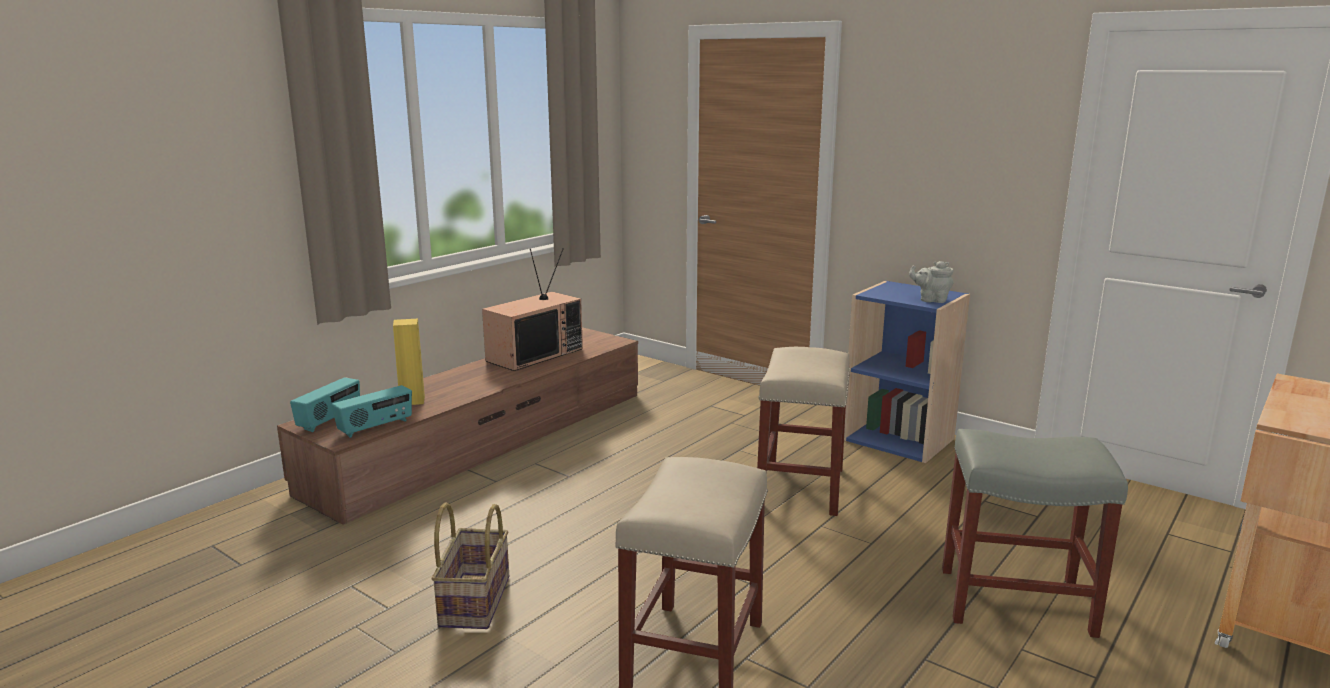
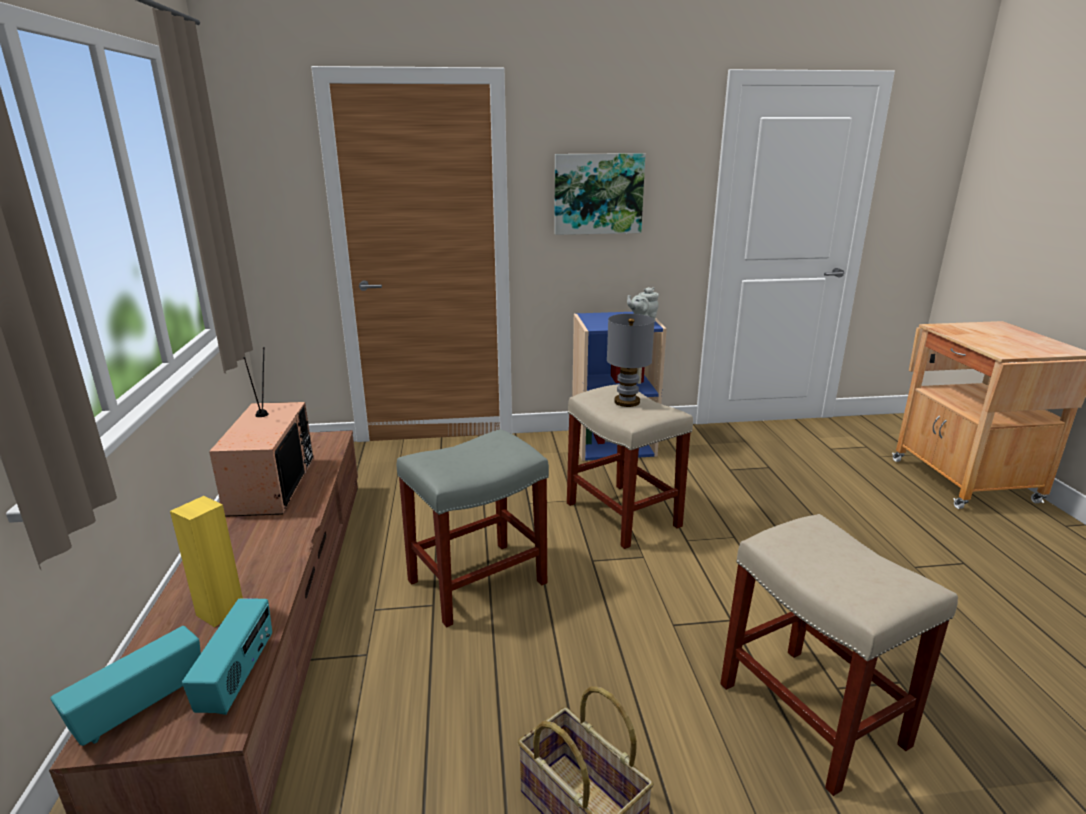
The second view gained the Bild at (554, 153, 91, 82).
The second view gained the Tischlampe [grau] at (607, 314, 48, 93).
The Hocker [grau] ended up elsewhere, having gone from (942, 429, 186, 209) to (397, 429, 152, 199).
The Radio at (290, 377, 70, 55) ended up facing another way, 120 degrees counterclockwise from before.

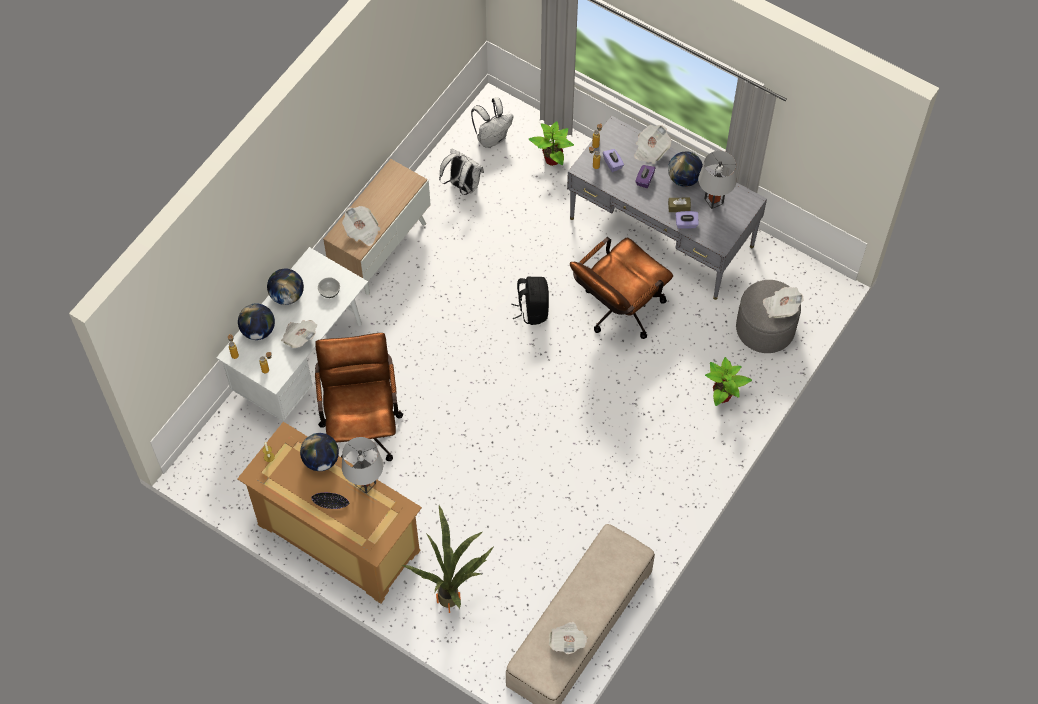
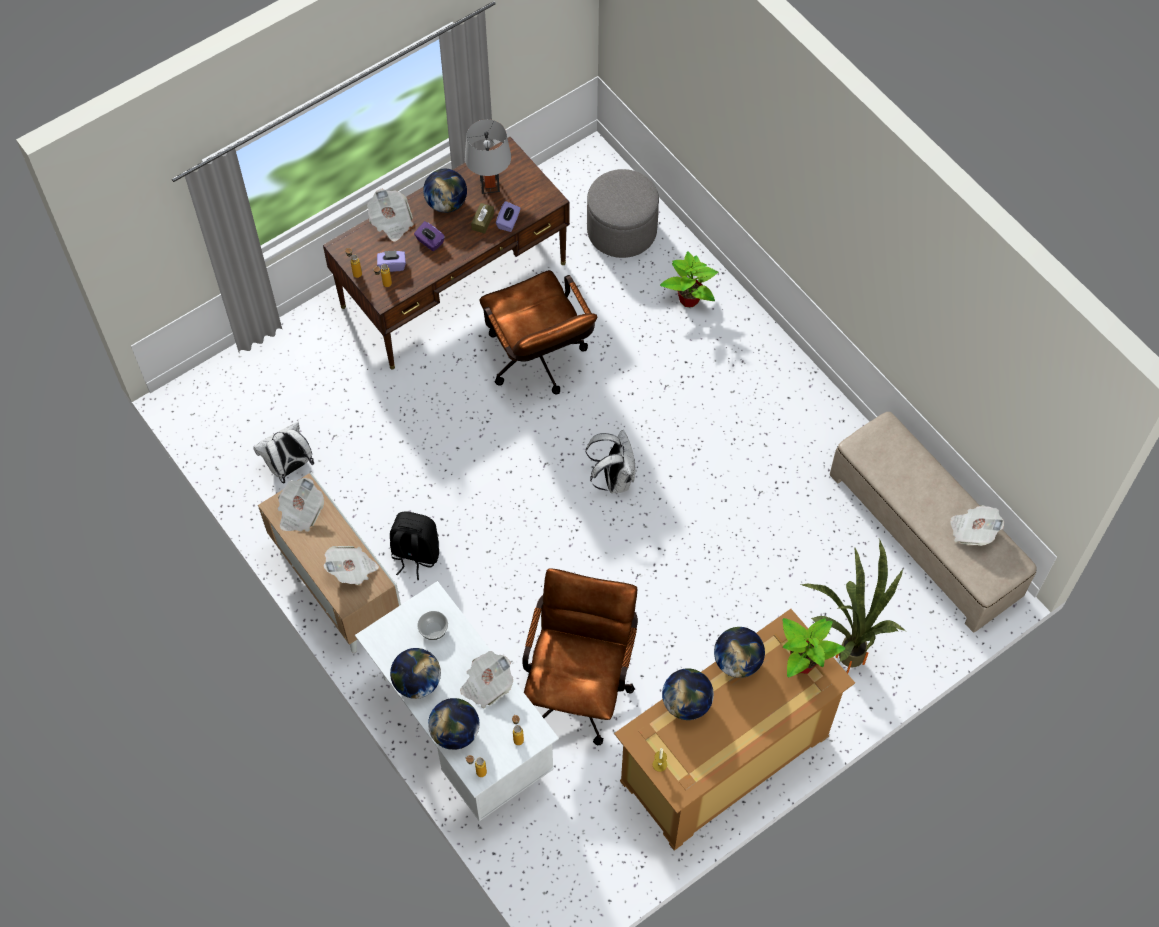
The second view lost the Schüssel [schwarz] at (311, 493, 39, 16).
The Rucksack [weiß] ended up elsewhere, having gone from (471, 97, 42, 51) to (586, 430, 49, 63).
The Rucksack [schwarz] ended up elsewhere, having gone from (511, 277, 38, 48) to (390, 511, 49, 69).
The Topfpflanze ended up elsewhere, having gone from (529, 121, 45, 45) to (783, 618, 62, 59).
The Zeitung ended up elsewhere, having gone from (763, 287, 41, 31) to (278, 478, 46, 54).
Where the Tischlampe [grau] stood at (342, 437, 41, 57), the Globus came to stand at (714, 627, 51, 51).
What was the Schreibtisch [grau] at (567, 116, 200, 184) turned into the Schreibtisch [braun] at (323, 137, 247, 233).
The Bürostuhl [braun] at (315, 333, 88, 128) ended up facing another way, 90 degrees clockwise from before.

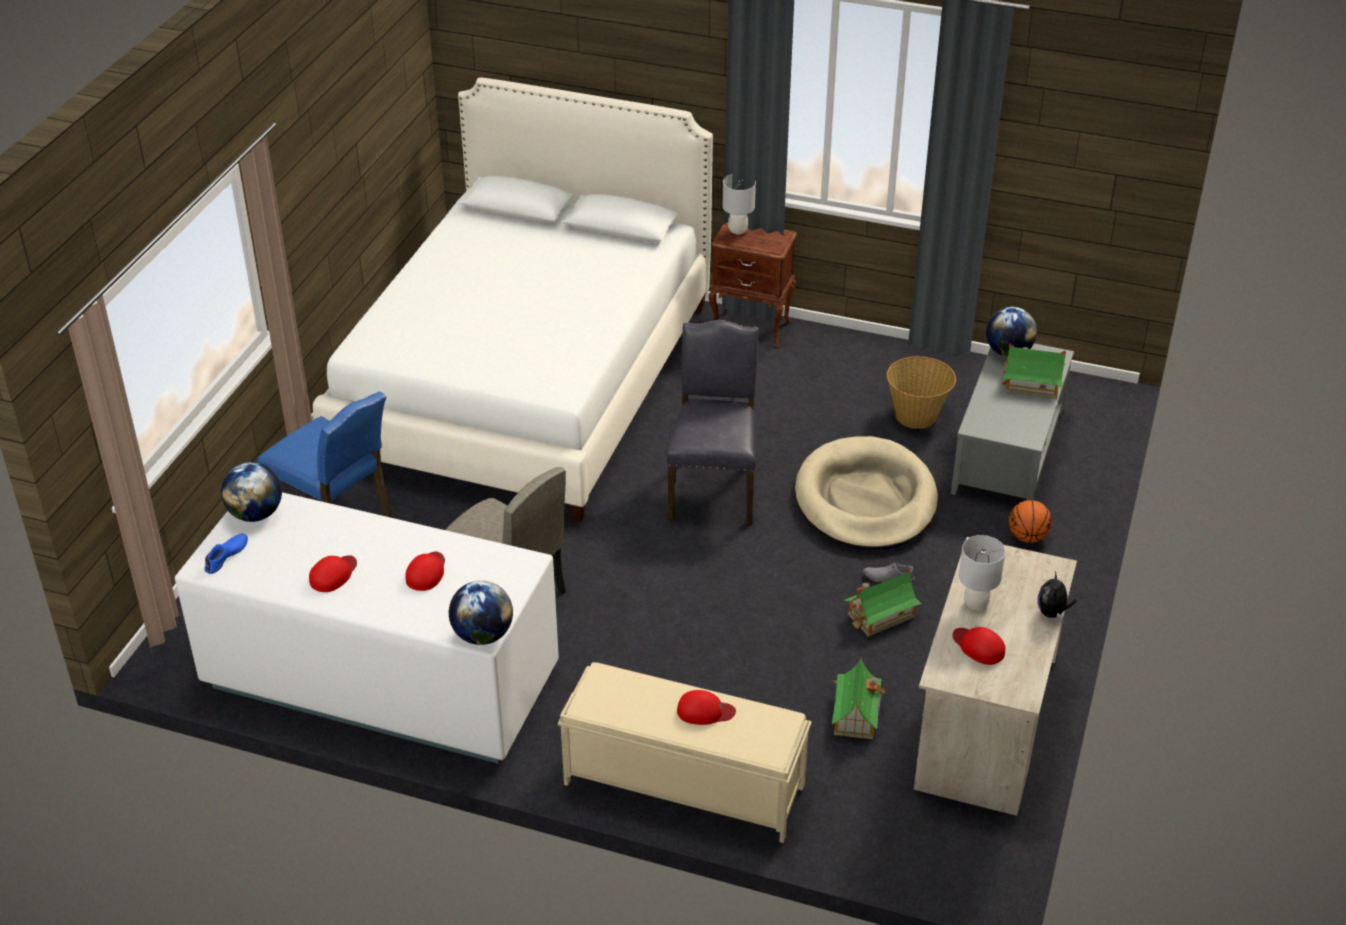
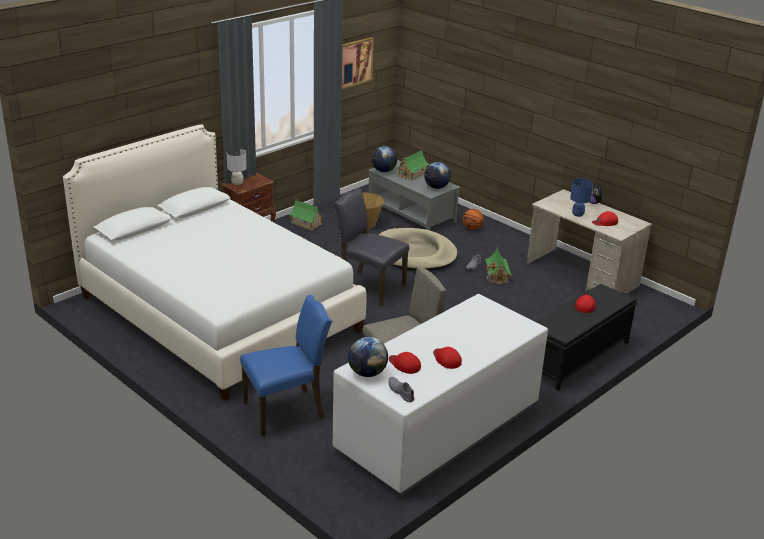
The second view gained the Bild at (342, 37, 32, 52).
The Kappe [rot] ended up elsewhere, having gone from (405, 551, 40, 40) to (389, 352, 32, 22).
The Globus ended up elsewhere, having gone from (449, 581, 64, 64) to (424, 162, 27, 27).
The Spielzeughaus ended up elsewhere, having gone from (832, 655, 53, 84) to (289, 198, 36, 33).
What was the Schuh [blau] at (204, 534, 44, 40) turned into the Schuh [grau] at (388, 377, 26, 25).
What was the Bank [beige] at (558, 662, 254, 181) turned into the Bank [schwarz] at (537, 284, 101, 107).
What was the Tischlampe [grau] at (959, 535, 46, 75) turned into the Tischlampe [blau] at (570, 179, 23, 38).

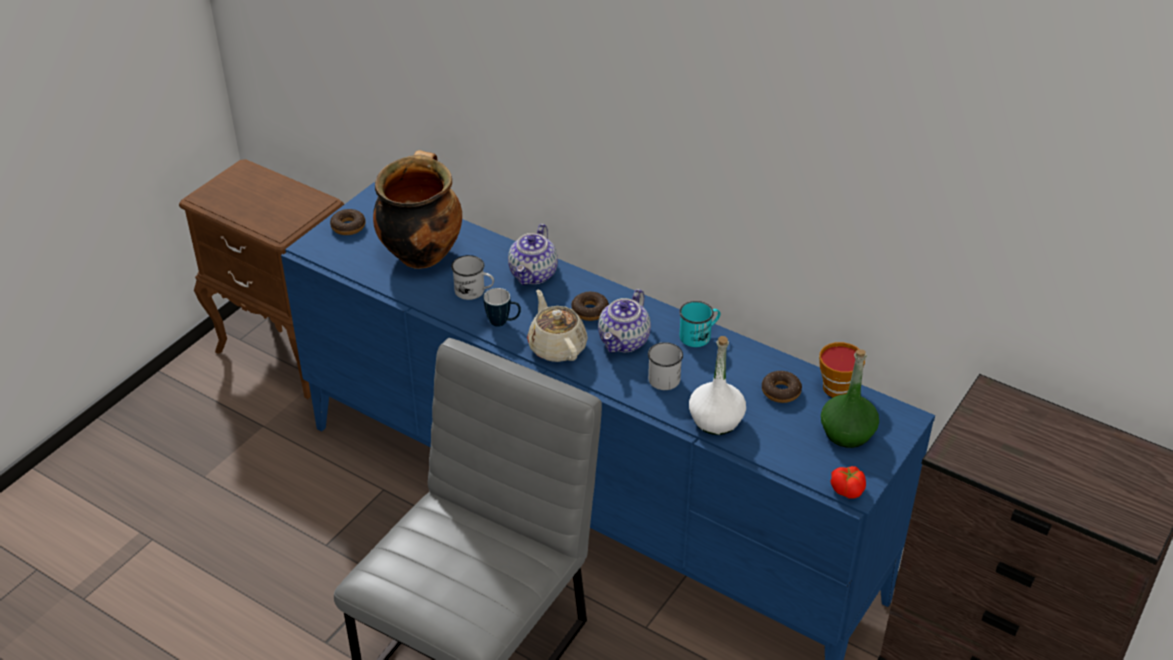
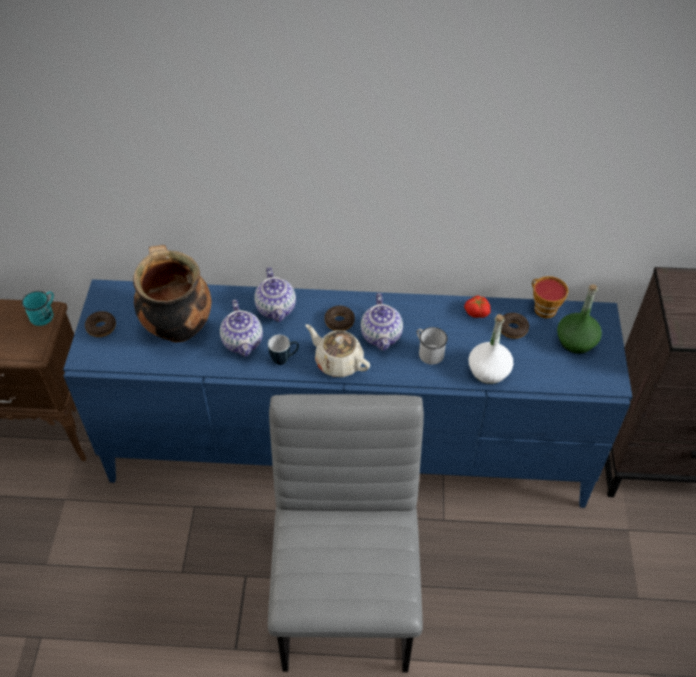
The Henkelbecher [türkis] ended up elsewhere, having gone from (679, 301, 41, 46) to (22, 291, 32, 35).
The Tomate ended up elsewhere, having gone from (831, 466, 35, 33) to (464, 295, 27, 23).
Where the Henkelbecher [weiß] stood at (451, 255, 43, 45), the Teekanne came to stand at (220, 300, 43, 57).

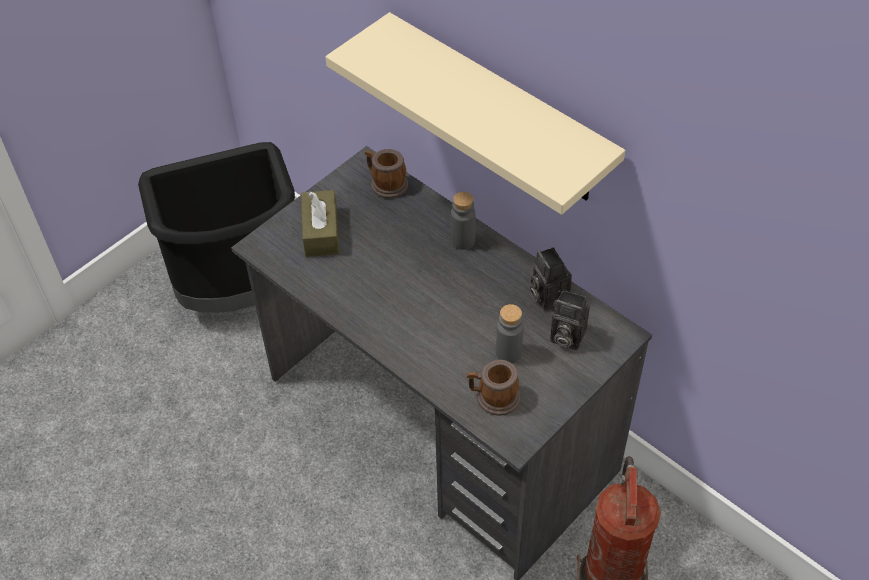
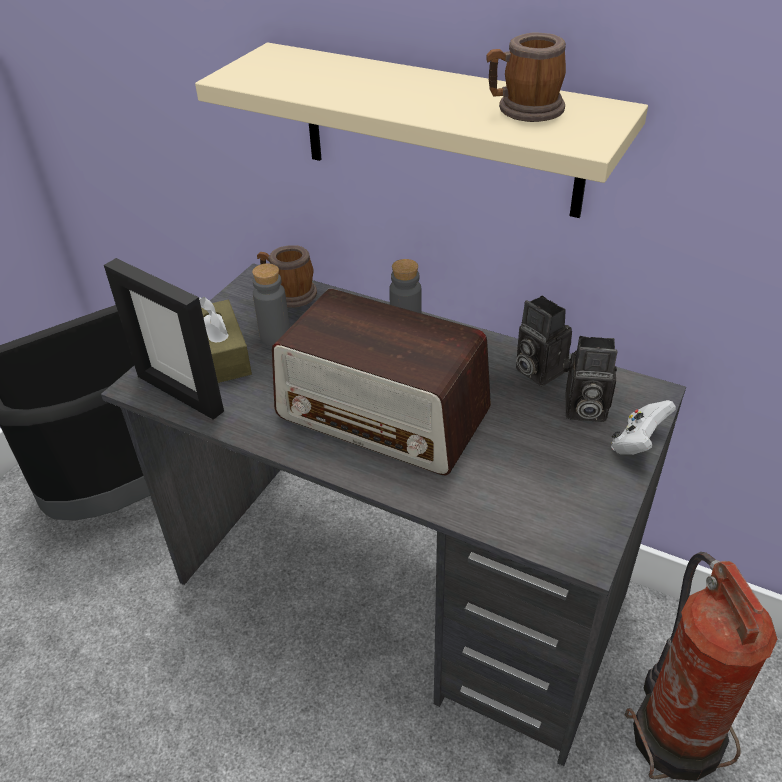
The second view gained the Bilderrahmen at (104, 258, 120, 162).
The second view gained the Radio at (272, 289, 219, 187).
The second view gained the Gamepad [weiß] at (611, 400, 65, 55).
The Henkelbecher ended up elsewhere, having gone from (467, 360, 53, 56) to (486, 32, 80, 90).
The Flasche [grau] ended up elsewhere, having gone from (496, 304, 28, 59) to (252, 263, 38, 83).

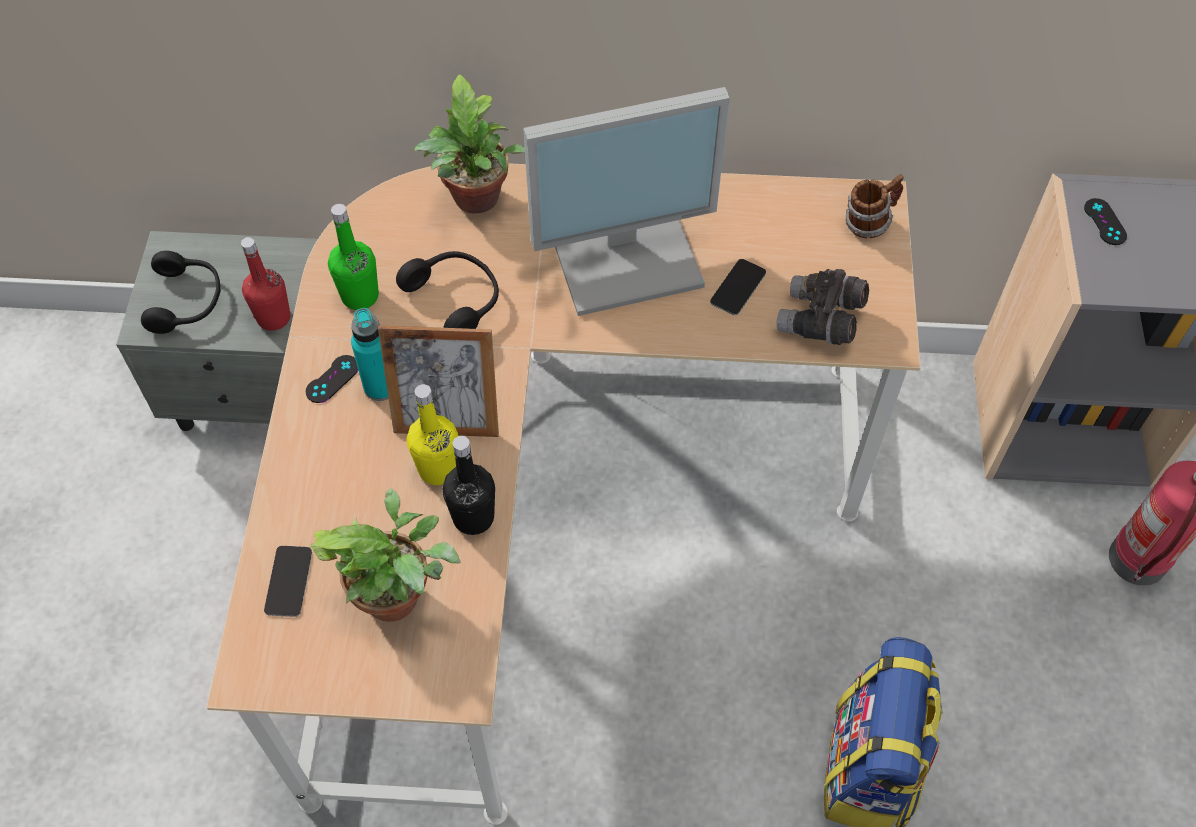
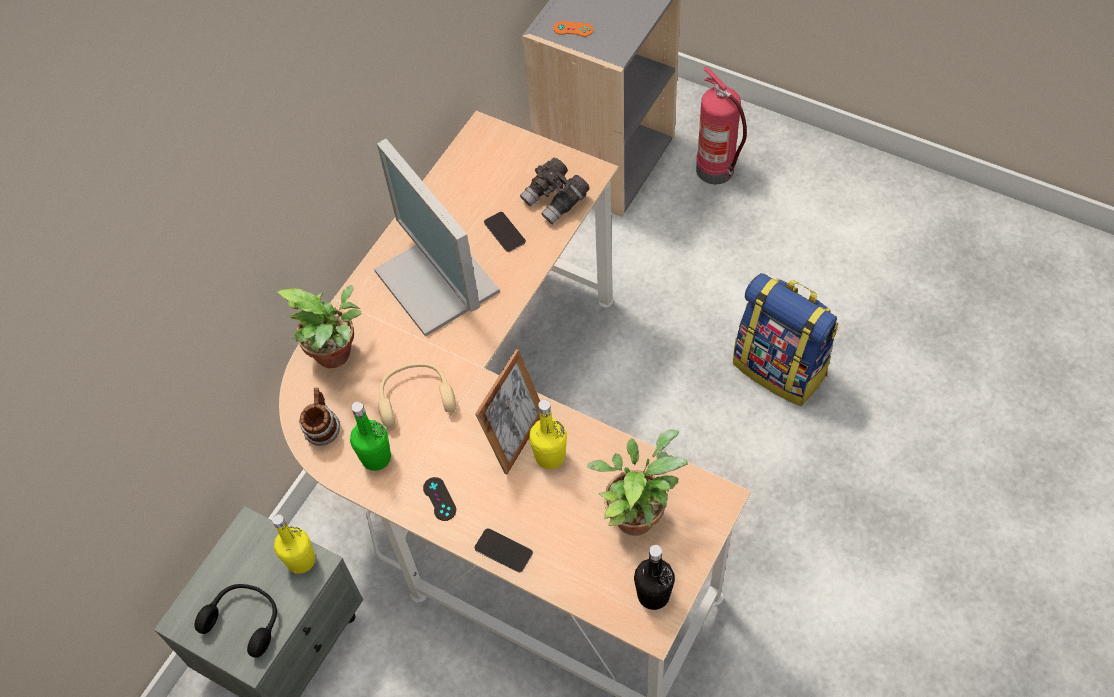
The second view lost the Flasche [türkis] at (351, 308, 37, 93).
The Handy ended up elsewhere, having gone from (264, 546, 48, 71) to (474, 528, 59, 45).
The Flasche [schwarz] ended up elsewhere, having gone from (442, 436, 53, 99) to (634, 545, 41, 65).
The Henkelbecher ended up elsewhere, having gone from (846, 175, 58, 63) to (299, 388, 41, 58).
What was the Flasche [rot] at (241, 237, 49, 94) turned into the Flasche [gelb] at (272, 514, 43, 60).
What was the Kopfhörer [schwarz] at (396, 251, 103, 78) turned into the Kopfhörer [beige] at (378, 363, 78, 64).
What was the Gamepad [schwarz] at (1084, 198, 43, 47) turned into the Gamepad [orange] at (553, 21, 40, 16).
The Monitor at (523, 87, 207, 229) ended up facing another way, 135 degrees clockwise from before.

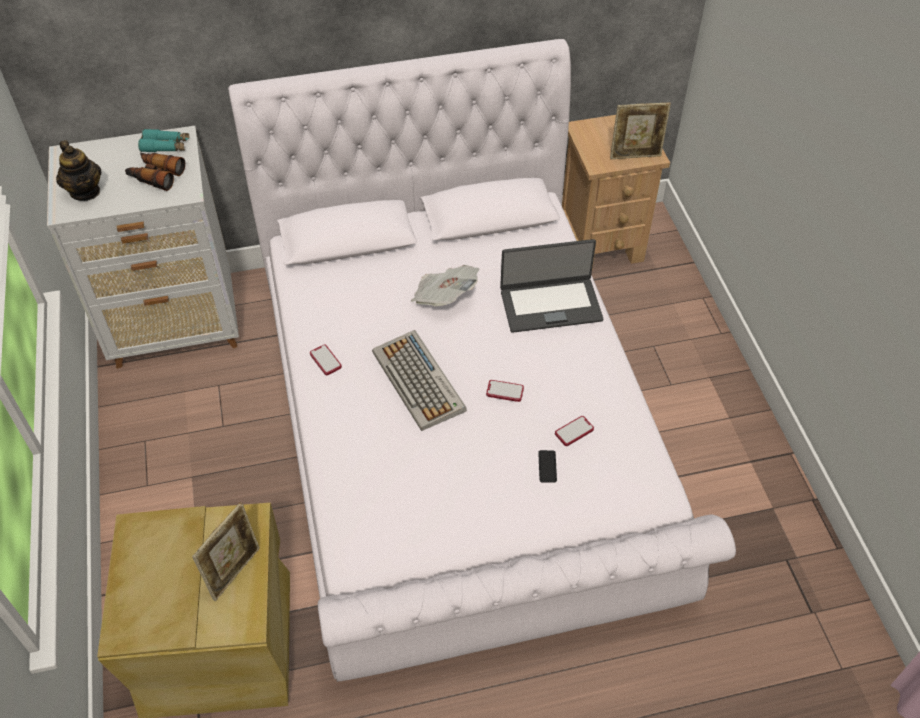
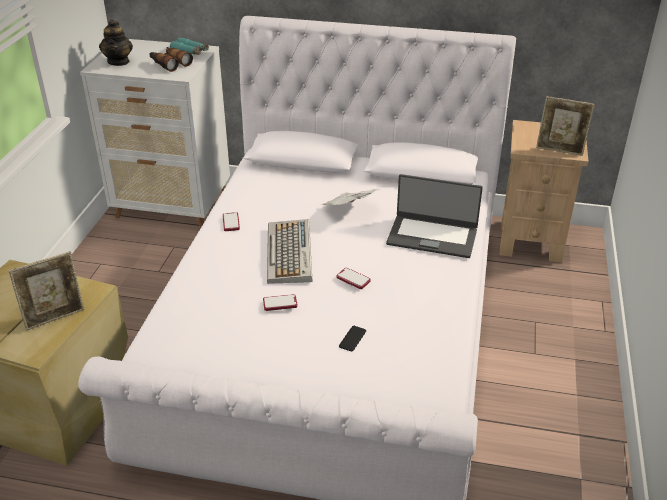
The Handy ended up elsewhere, having gone from (555, 416, 39, 30) to (263, 294, 34, 17).

